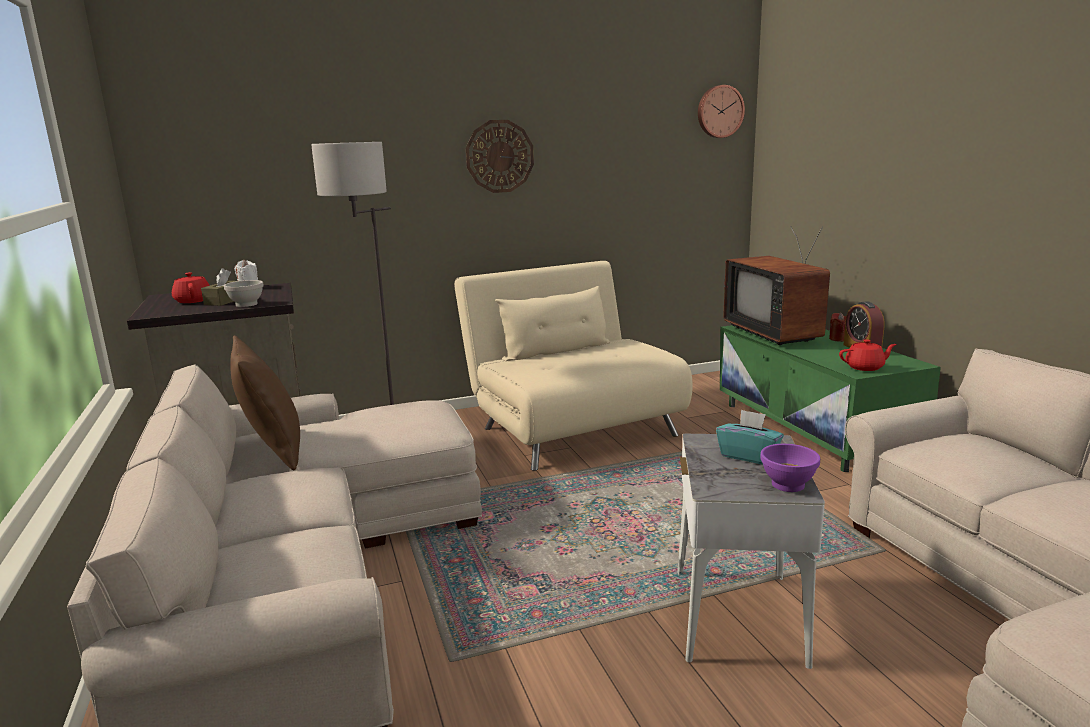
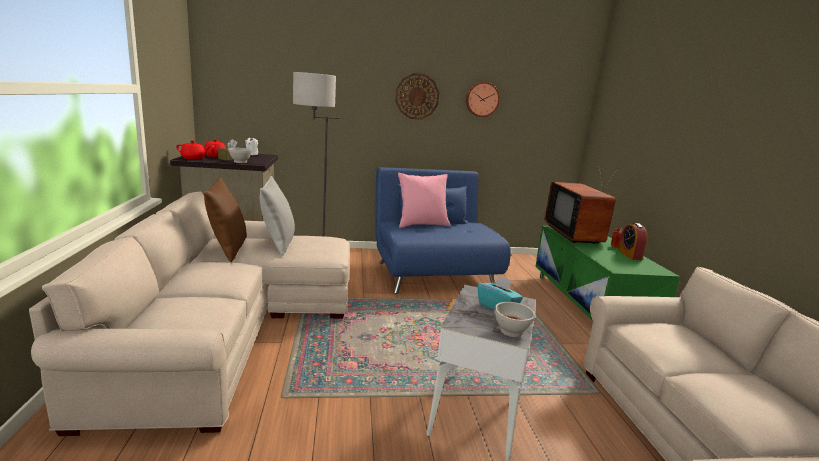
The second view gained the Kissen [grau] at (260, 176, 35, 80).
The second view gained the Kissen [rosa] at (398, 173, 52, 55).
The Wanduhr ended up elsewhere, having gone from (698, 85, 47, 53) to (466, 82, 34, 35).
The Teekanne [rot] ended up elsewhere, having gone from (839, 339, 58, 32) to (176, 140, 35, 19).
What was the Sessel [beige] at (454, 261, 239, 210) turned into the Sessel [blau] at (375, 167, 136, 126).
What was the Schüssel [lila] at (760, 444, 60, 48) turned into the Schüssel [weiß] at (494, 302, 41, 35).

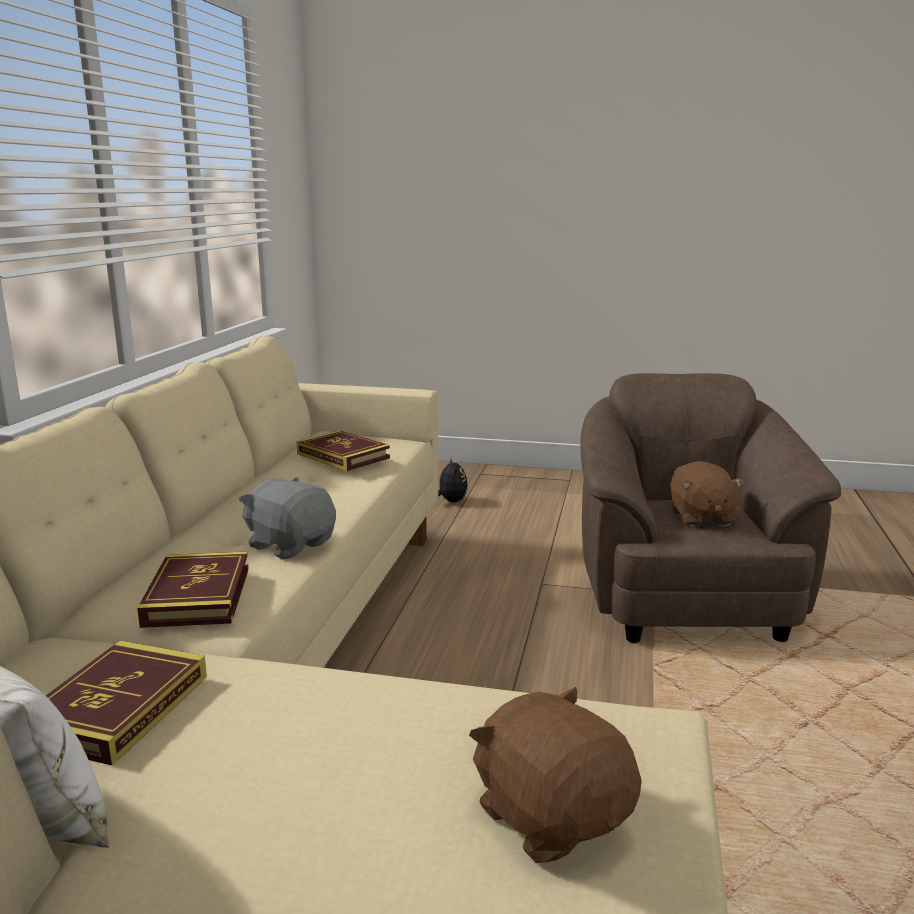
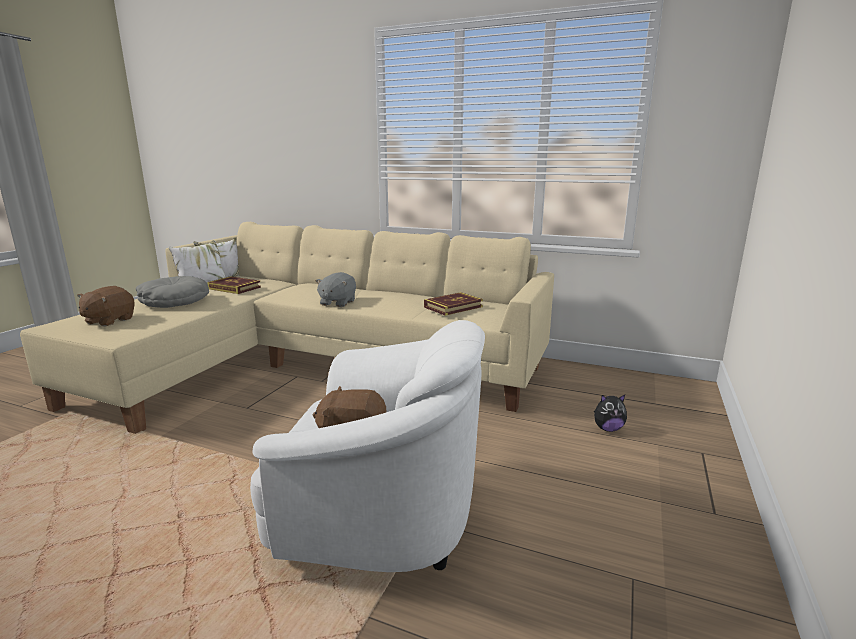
The second view lost the Buch at (137, 552, 112, 76).
The second view gained the Kissen [grau] at (136, 276, 73, 32).
What was the Sessel [braun] at (580, 373, 261, 270) turned into the Sessel [weiß] at (250, 320, 235, 252).
The Plüschtier [grau] at (239, 477, 97, 83) ended up facing another way, 150 degrees clockwise from before.
The Plüschtier [braun] at (469, 687, 173, 176) ended up facing another way, 135 degrees clockwise from before.

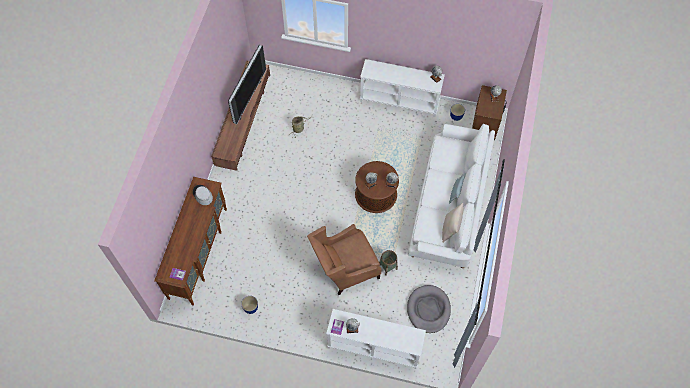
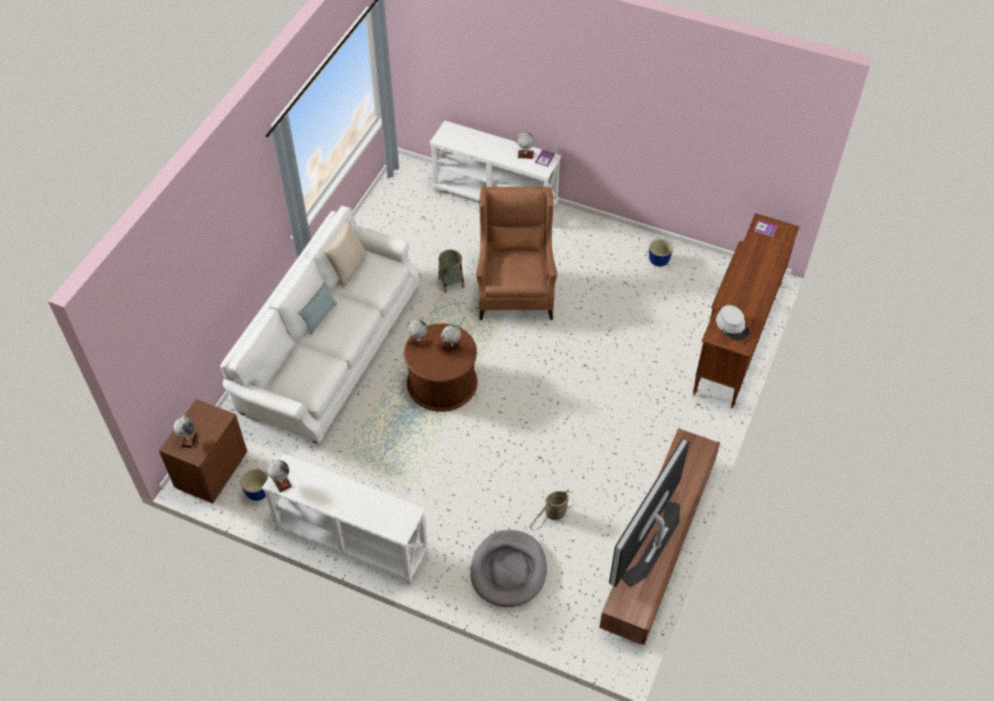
The Hundebett [grau] ended up elsewhere, having gone from (407, 285, 44, 48) to (470, 530, 77, 77).
The Sessel [braun] at (307, 224, 74, 71) ended up facing another way, 75 degrees counterclockwise from before.

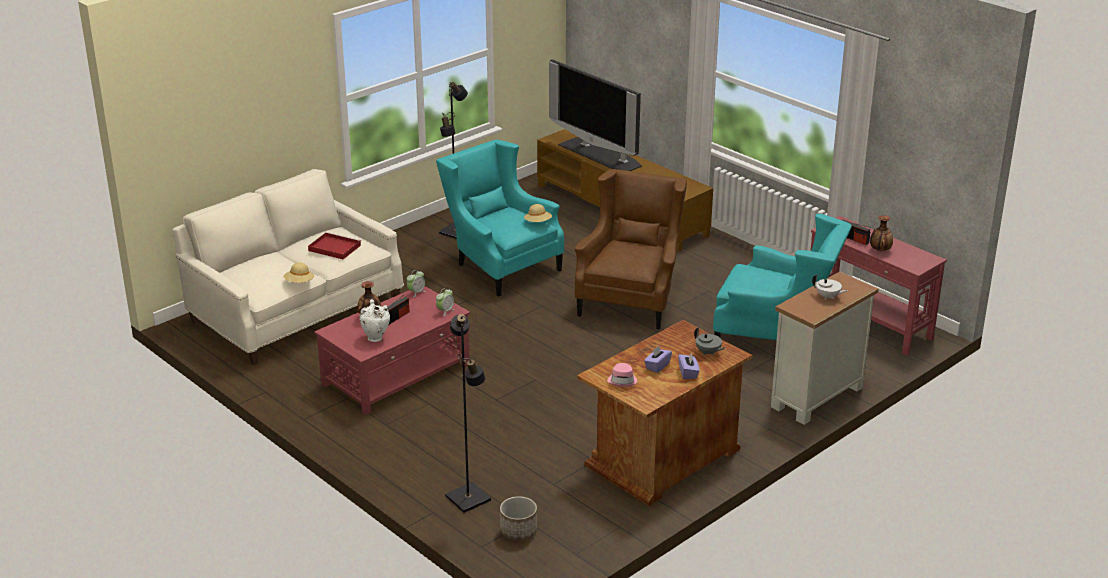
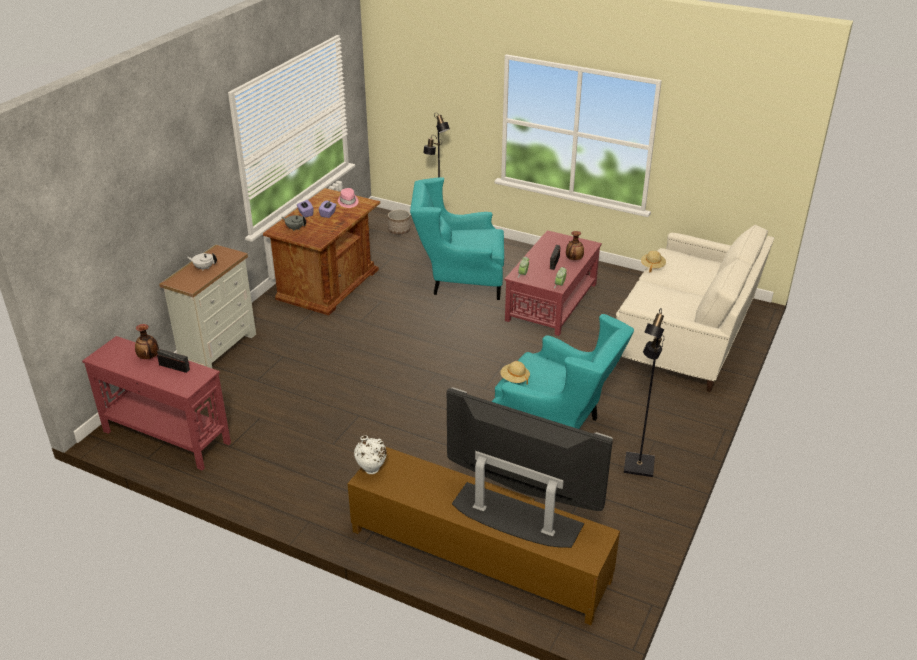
The second view lost the Tablett [rot] at (308, 232, 53, 27).
The second view lost the Sessel [braun] at (574, 169, 113, 161).
The Vase [weiß] ended up elsewhere, having gone from (359, 299, 31, 43) to (354, 435, 33, 39).
The Sessel [türkis] ended up elsewhere, having gone from (713, 214, 139, 126) to (410, 177, 94, 123).

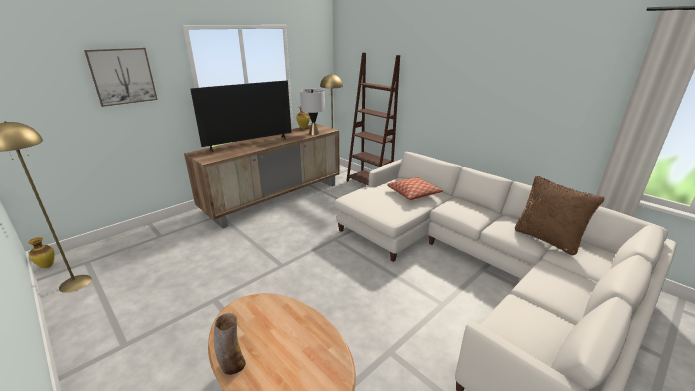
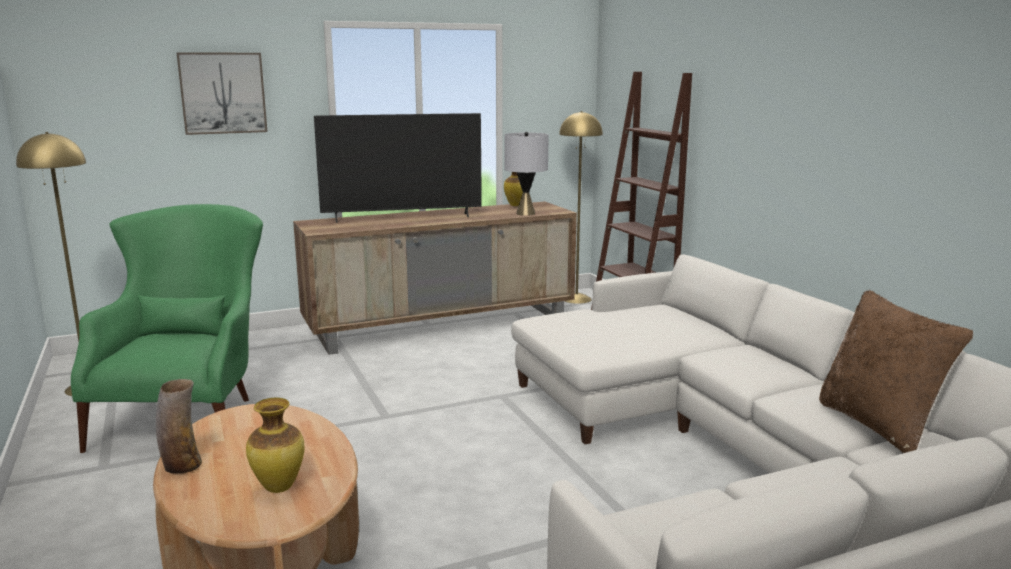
The second view lost the Kissen at (387, 177, 56, 23).
The second view gained the Sessel [grün] at (71, 204, 192, 249).
The Vase ended up elsewhere, having gone from (28, 237, 27, 31) to (246, 398, 58, 95).

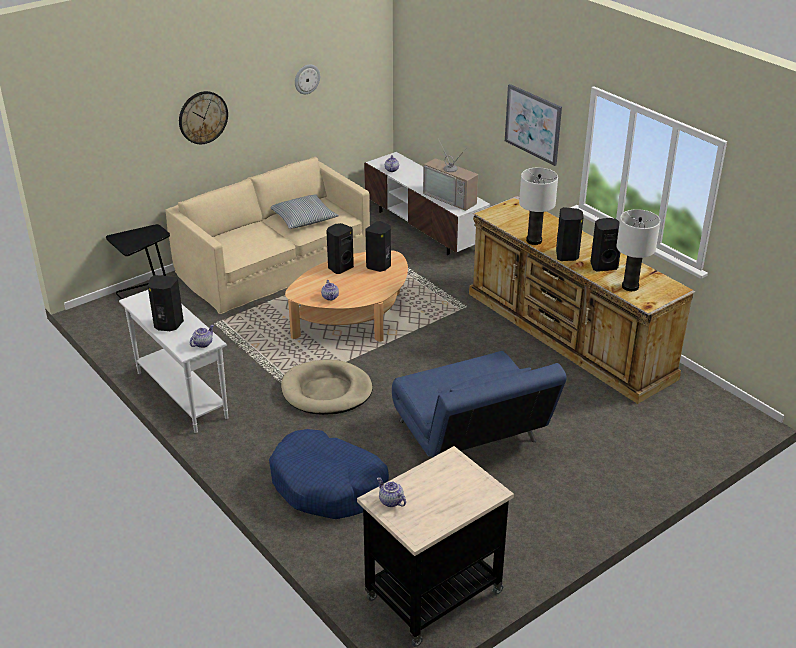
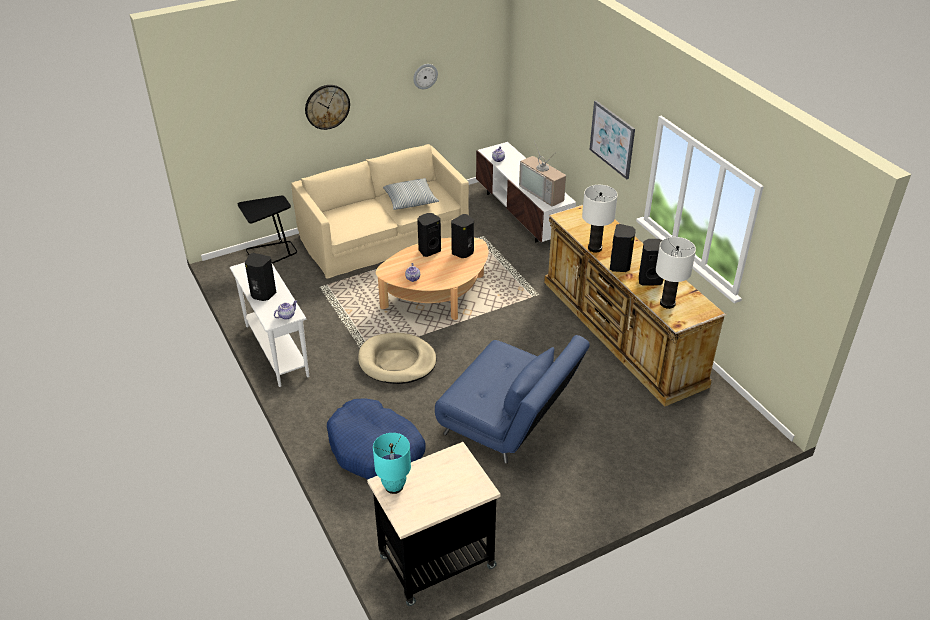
Where the Teekanne stood at (377, 477, 29, 30), the Tischlampe [türkis] came to stand at (373, 433, 38, 61).
The Sessel [blau] at (392, 351, 175, 107) ended up facing another way, 45 degrees counterclockwise from before.

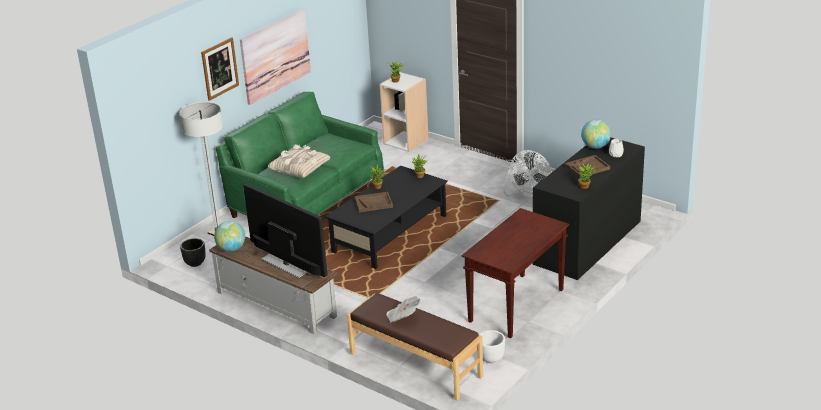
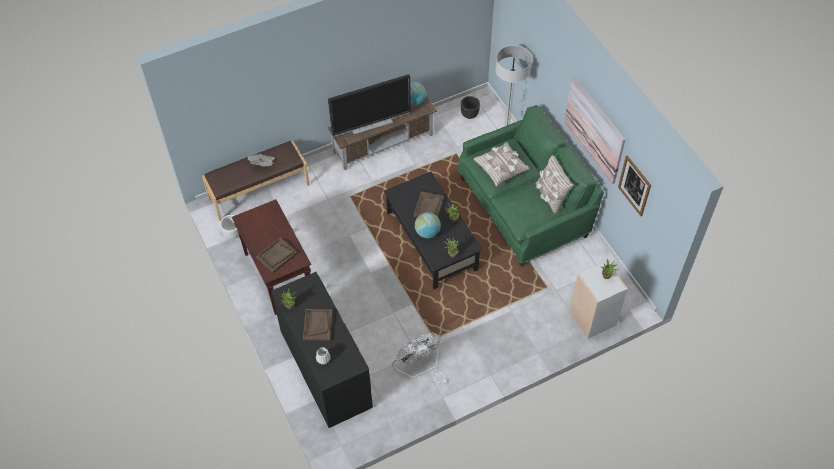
The second view gained the Tablett [braun] at (256, 238, 41, 35).
The second view gained the Kissen [beige] at (535, 155, 38, 59).
The Bild ended up elsewhere, having gone from (201, 37, 38, 64) to (618, 156, 33, 60).
The Globus ended up elsewhere, having gone from (581, 119, 30, 30) to (415, 212, 26, 26).

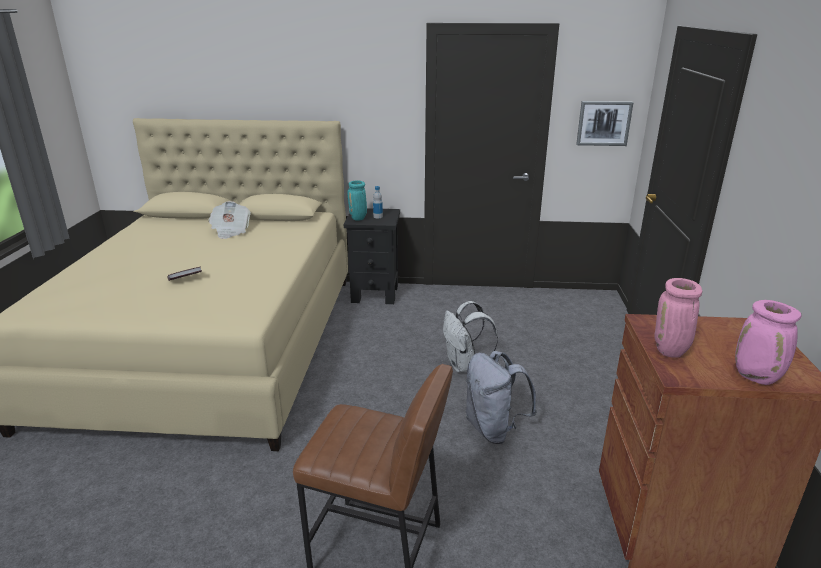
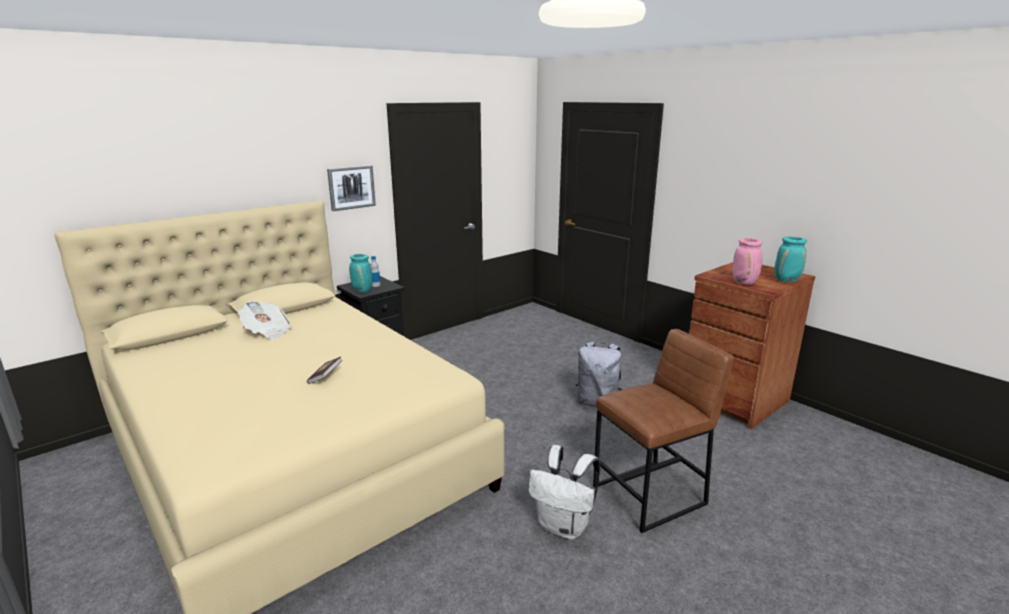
The Rucksack [weiß] ended up elsewhere, having gone from (443, 301, 55, 72) to (529, 445, 72, 95).
The Bild ended up elsewhere, having gone from (576, 101, 58, 45) to (327, 165, 49, 46).
What was the Vase [rosa] at (735, 300, 67, 85) turned into the Vase [türkis] at (774, 237, 33, 45).

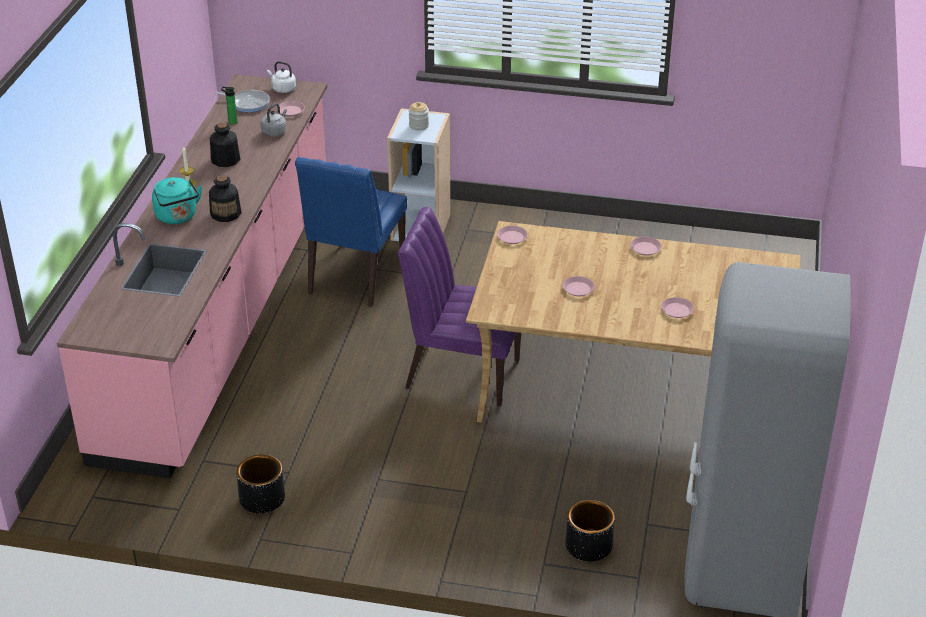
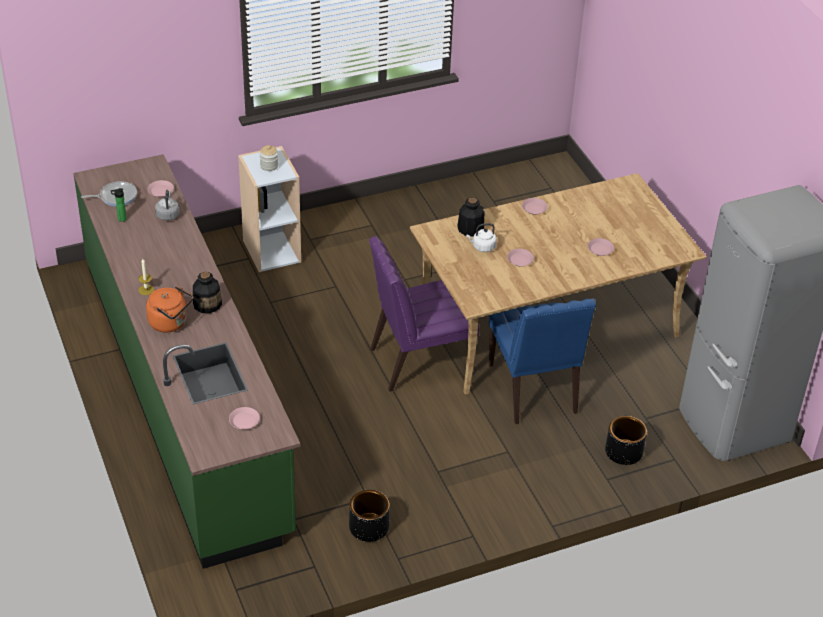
The Flasche ended up elsewhere, having gone from (210, 122, 30, 45) to (457, 198, 27, 39).
The Wasserkessel [weiß] ended up elsewhere, having gone from (267, 61, 29, 32) to (466, 223, 31, 29).
The Stuhl [blau] ended up elsewhere, having gone from (295, 157, 112, 150) to (489, 298, 107, 126).
The Teller [rosa] ended up elsewhere, having gone from (497, 226, 31, 18) to (229, 407, 31, 22).
What was the Küchenzeile [rosa] at (57, 74, 271, 404) turned into the Küchenzeile [grün] at (73, 154, 227, 415).
What was the Wasserkessel [türkis] at (152, 177, 50, 47) turned into the Wasserkessel [orange] at (146, 286, 47, 47).

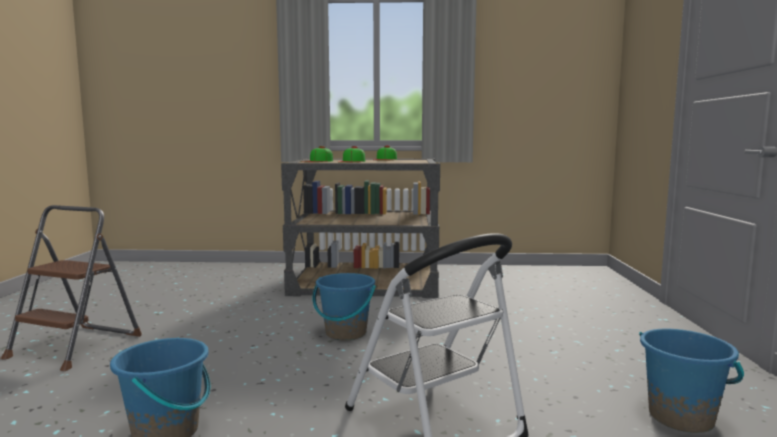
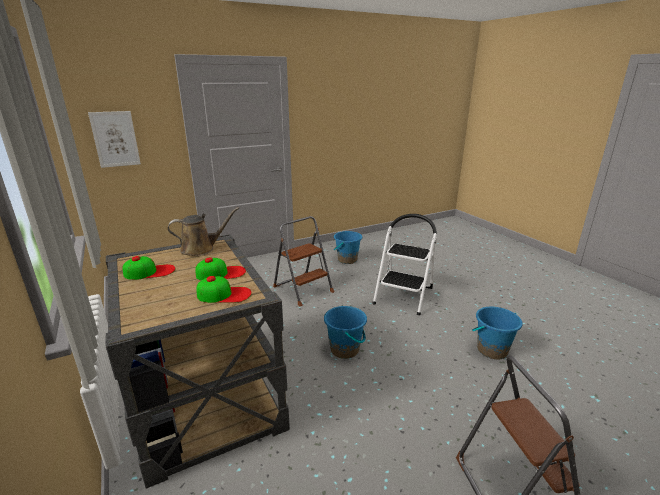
The second view gained the Bild at (88, 111, 53, 57).
The second view gained the Gießkanne [braun] at (168, 207, 71, 49).
The second view gained the Trittleiter [braun] at (273, 216, 62, 90).

